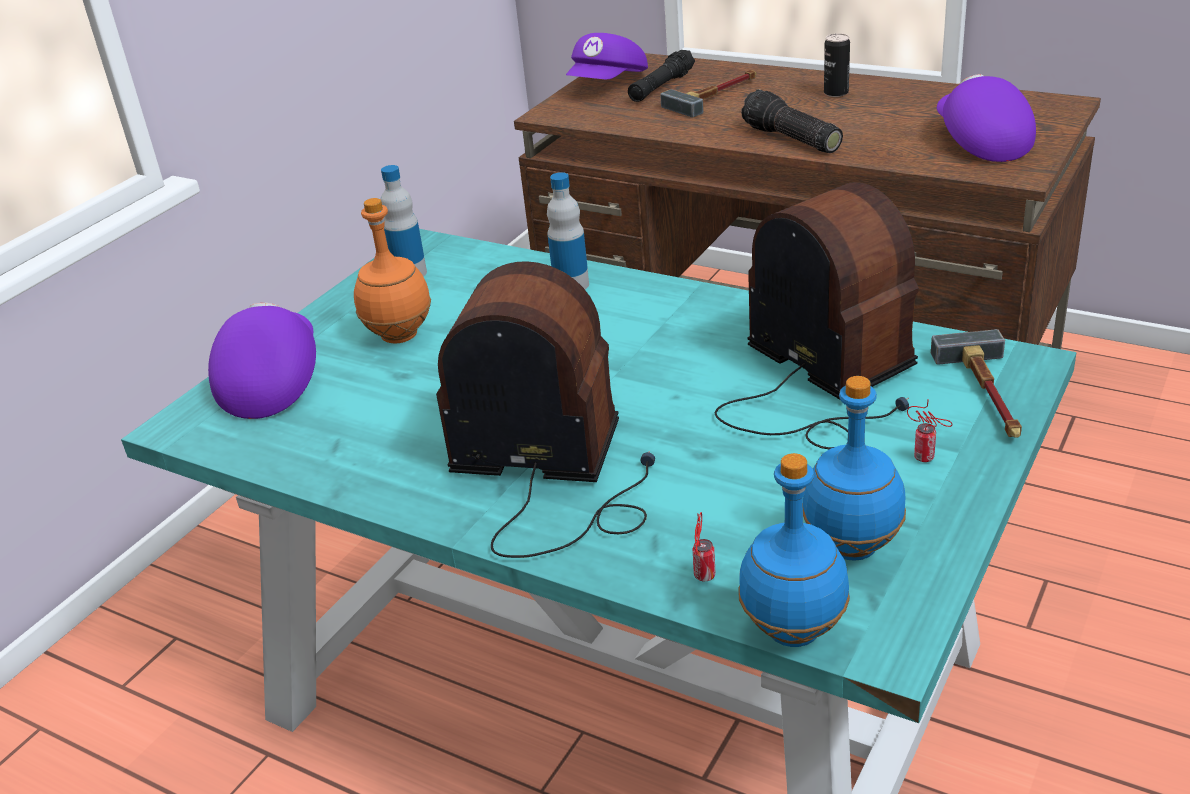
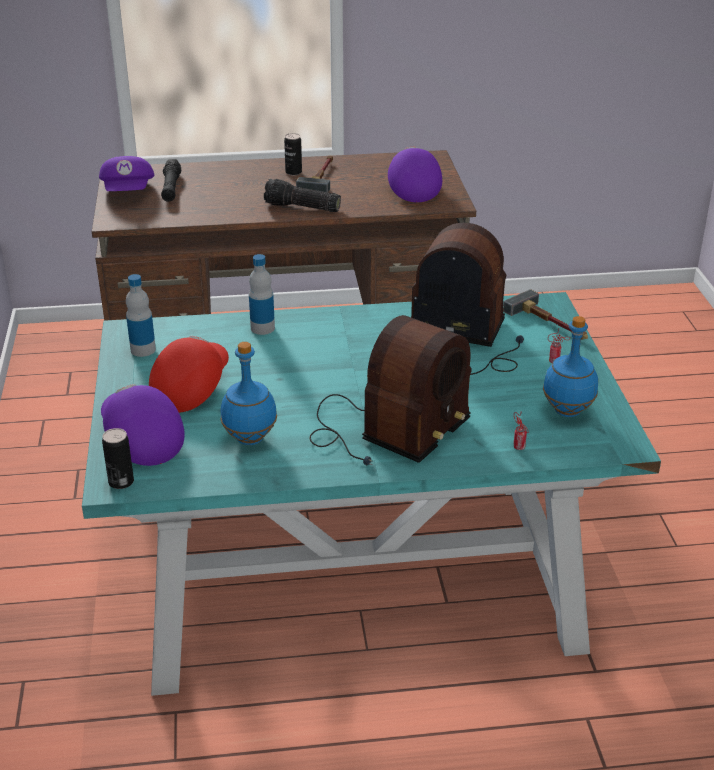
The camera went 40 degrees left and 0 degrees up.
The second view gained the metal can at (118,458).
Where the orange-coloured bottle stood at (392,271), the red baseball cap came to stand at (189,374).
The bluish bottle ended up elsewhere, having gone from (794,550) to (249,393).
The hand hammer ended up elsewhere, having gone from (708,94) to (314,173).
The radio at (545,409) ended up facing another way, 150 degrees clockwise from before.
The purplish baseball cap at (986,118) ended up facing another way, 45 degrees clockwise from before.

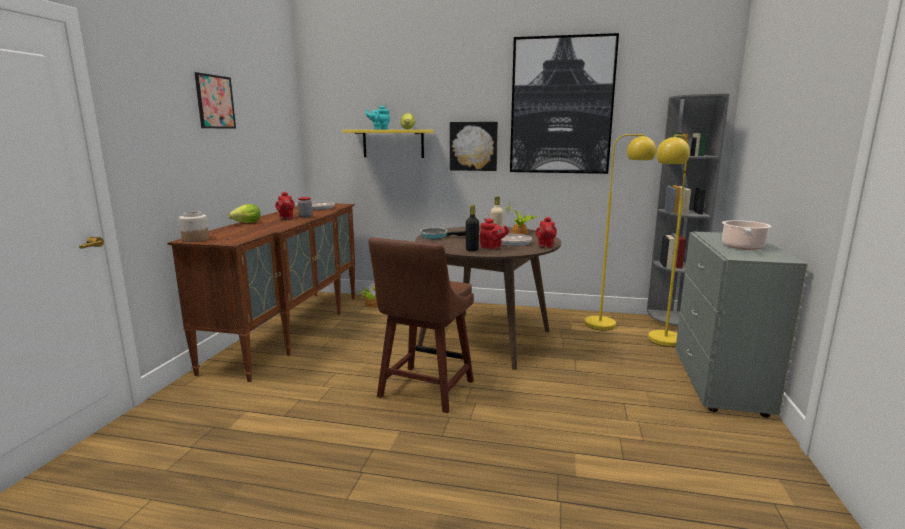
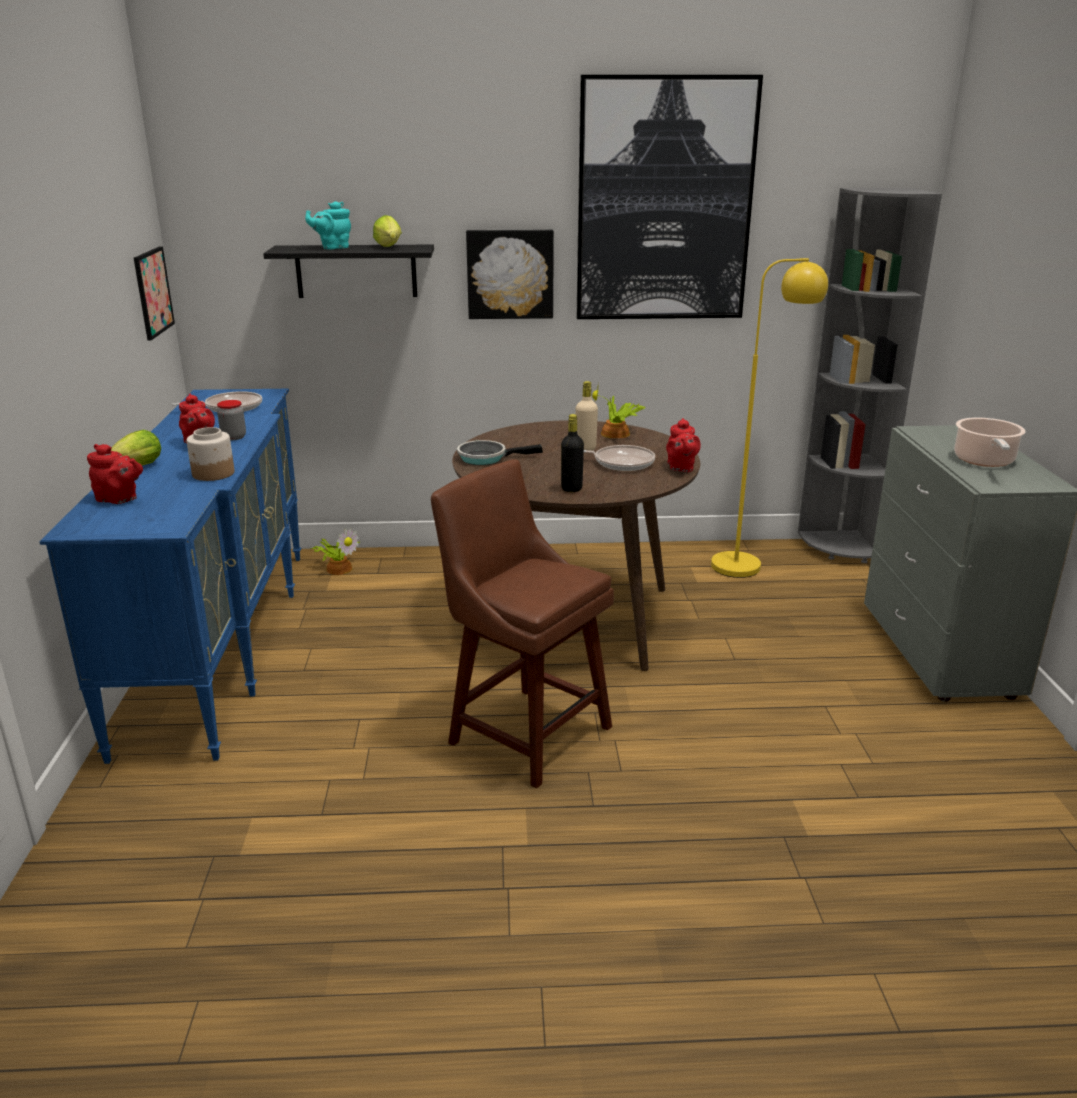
The camera went 15 degrees left and 10 degrees up.
What was the brown-coloured cupboard at (261,293) turned into the bluish cupboard at (170,576).
The red teapot ended up elsewhere, having gone from (494,233) to (115,474).
The wall art ended up elsewhere, having gone from (215,100) to (154,293).
The storage jar ended up elsewhere, having gone from (194,226) to (210,454).
What was the yellow shelf at (388,144) turned into the blackish shelf at (348,271).
The brown-coloured upright chair at (421,325) ended up facing another way, 120 degrees clockwise from before.
The second view lost the yellow standard lamp at (669,240).

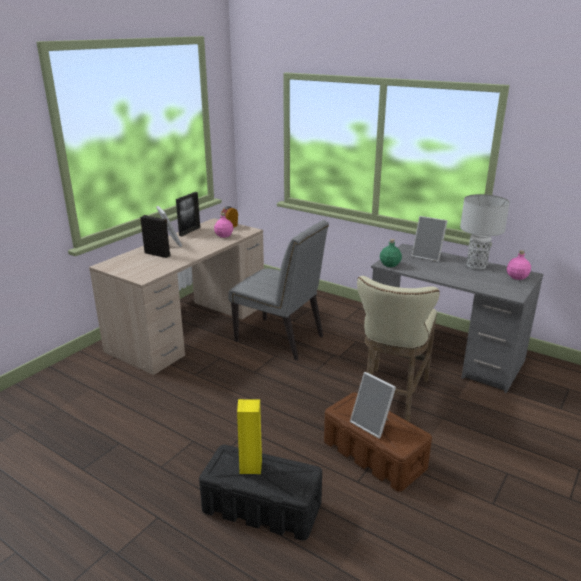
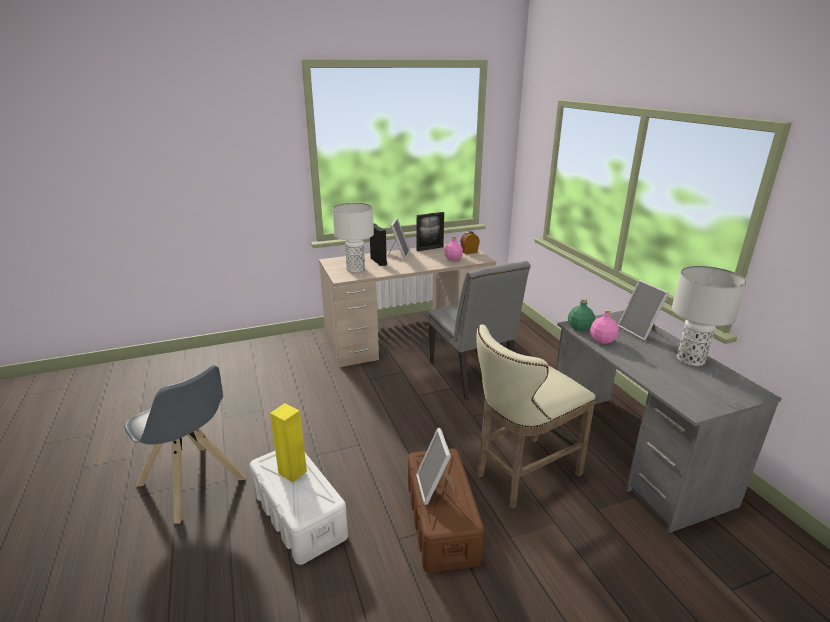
The camera went 35 degrees right and 0 degrees up.
The second view gained the grey upright chair at (185,444).
What was the blackish storage bin at (260,493) turned into the white storage bin at (299,508).
The second view gained the white tabletop lamp at (353,237).
The pink-coloured bottle ended up elsewhere, having gone from (519,265) to (604,326).

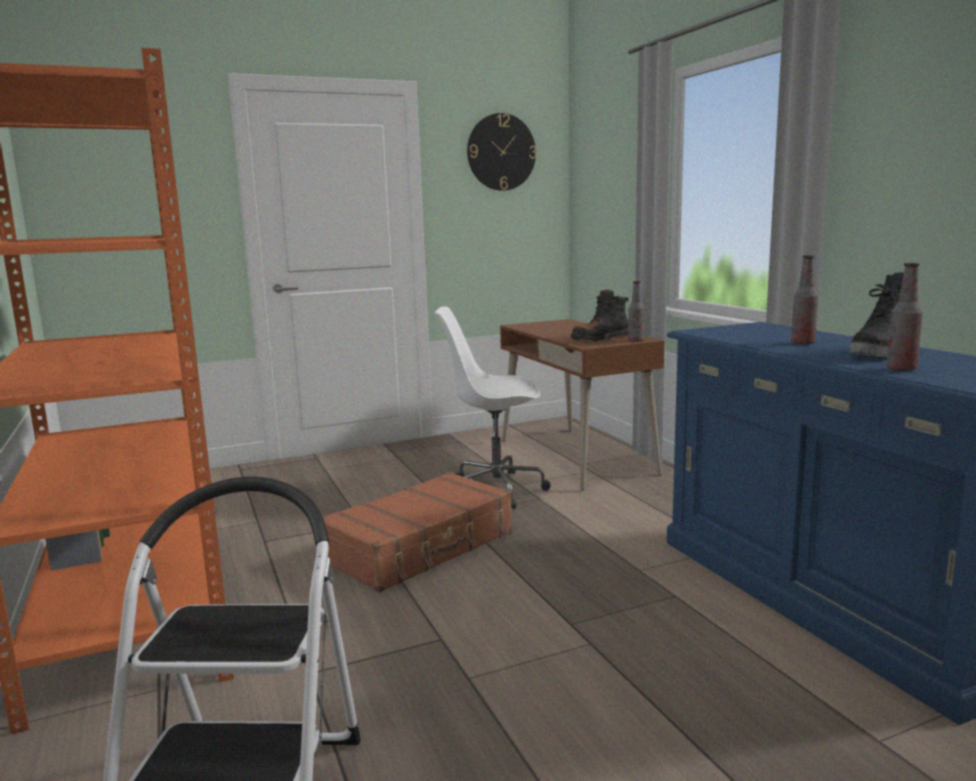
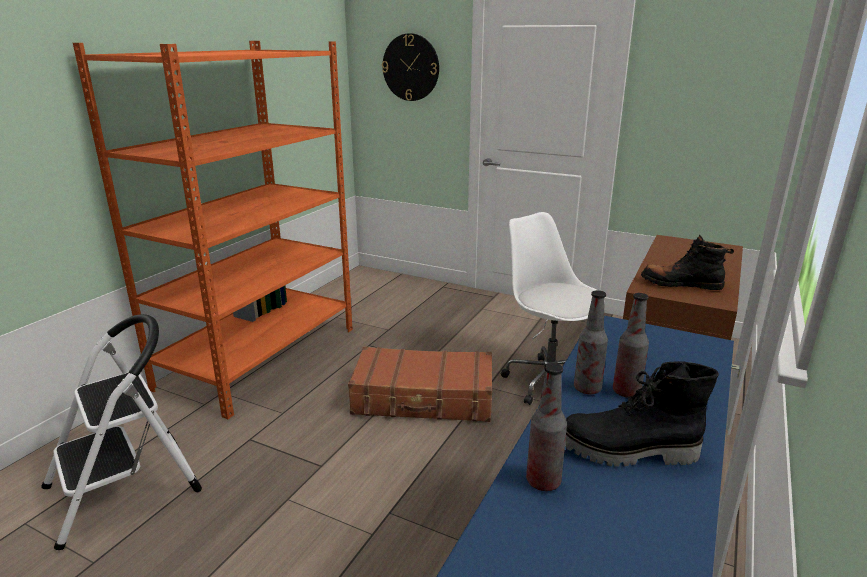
The camera went 50 degrees right and 10 degrees up.
The clock on the wall ended up elsewhere, having gone from (501,152) to (410,67).
The bottle ended up elsewhere, having gone from (636,311) to (591,342).

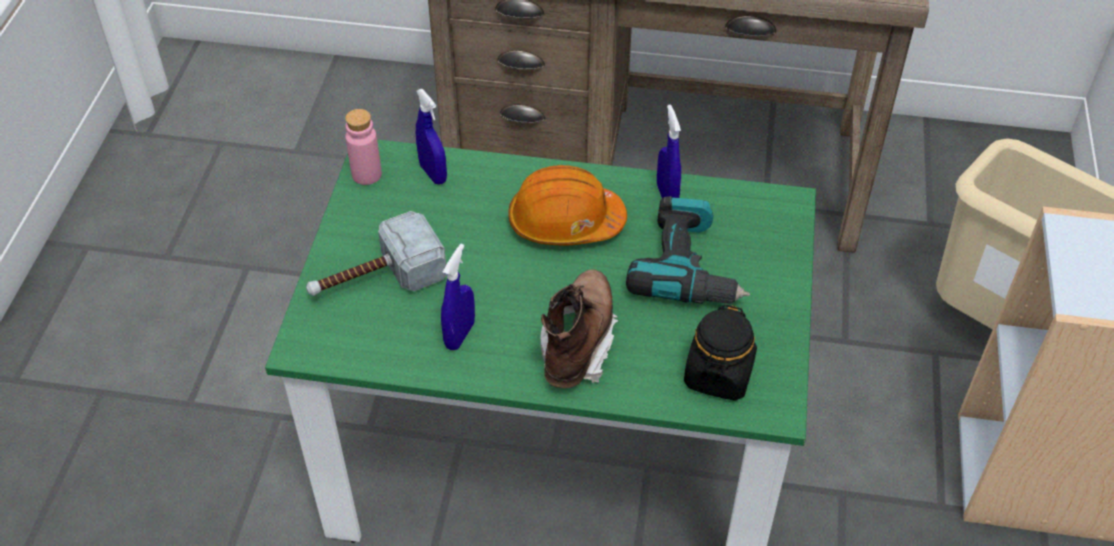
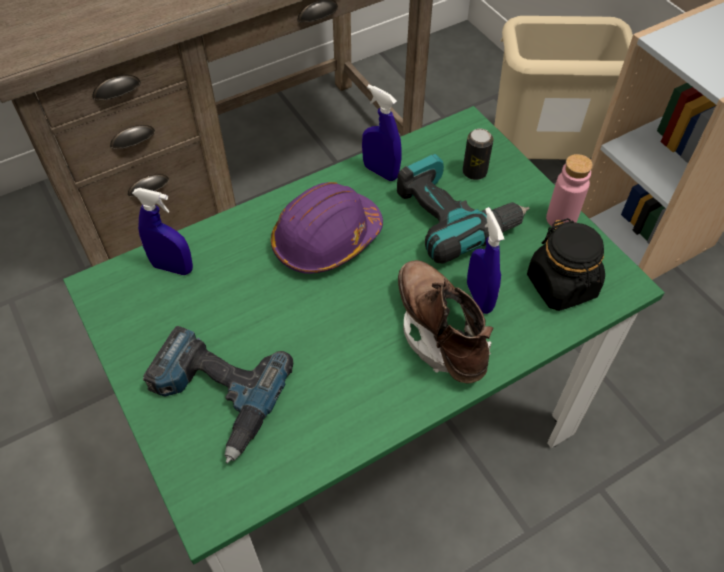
The camera went 40 degrees left and 5 degrees up.
Where the hand hammer stood at (376,253), the power drill came to stand at (218,394).
What was the orange-coloured safety helmet at (567,205) turned into the purplish safety helmet at (327,228).
The second view gained the metal can at (478,154).
The bluish hand sprayer ended up elsewhere, having gone from (458,297) to (485,260).
The pink-coloured bottle ended up elsewhere, having gone from (363,147) to (569,190).

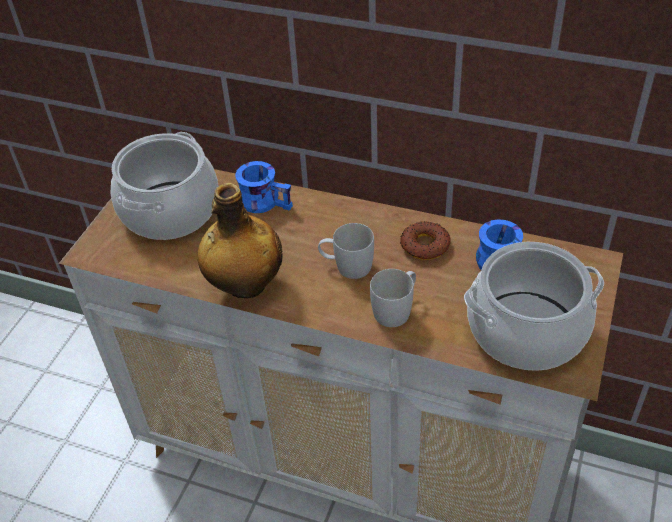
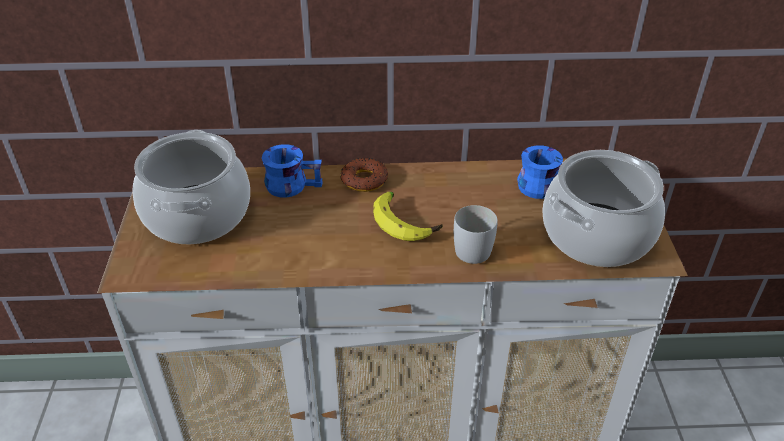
The camera went 25 degrees left and 5 degrees down.
The donut ended up elsewhere, having gone from (425,240) to (364,175).
Where the white tea mug stood at (346,251), the banana came to stand at (408,216).
The second view lost the bottle at (240,241).

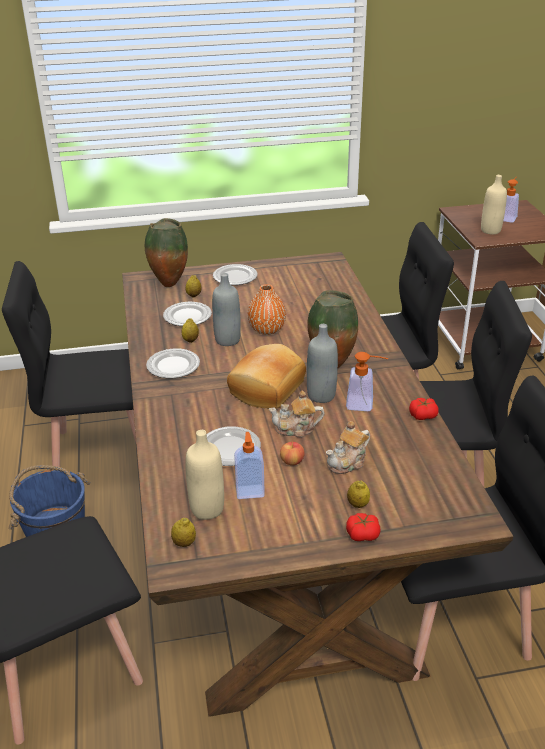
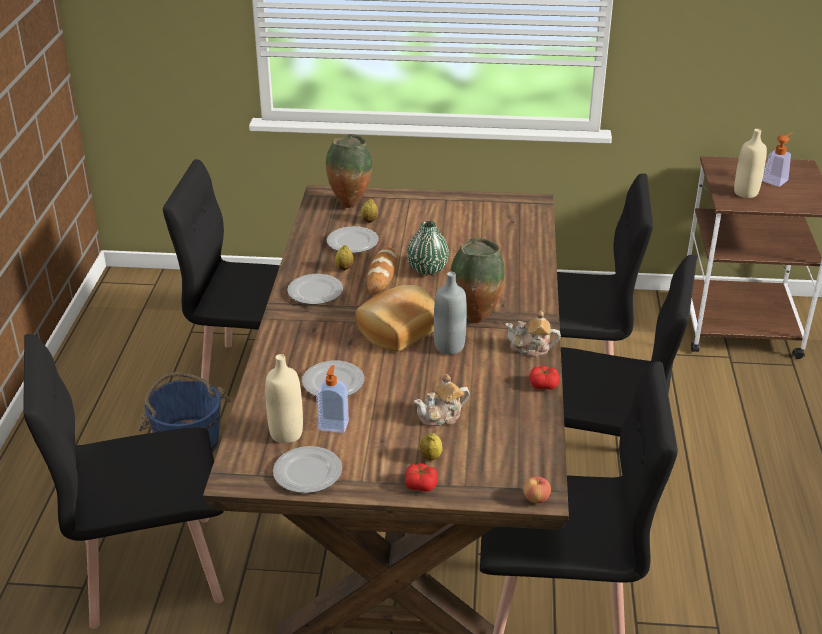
The camera went 15 degrees right and 0 degrees up.
The plate ended up elsewhere, having gone from (235,274) to (307,469).
Where the grey bottle stood at (226,309), the bread came to stand at (382,270).
What was the orange-coloured decorative vase at (267,309) turned into the green-coloured decorative vase at (428,248).
The teapot ended up elsewhere, having gone from (296,413) to (533,334).
The apple ended up elsewhere, having gone from (292,453) to (537,489).
The second view lost the citrus fruit at (183,532).
The second view lost the liquid soap bottle at (367,381).

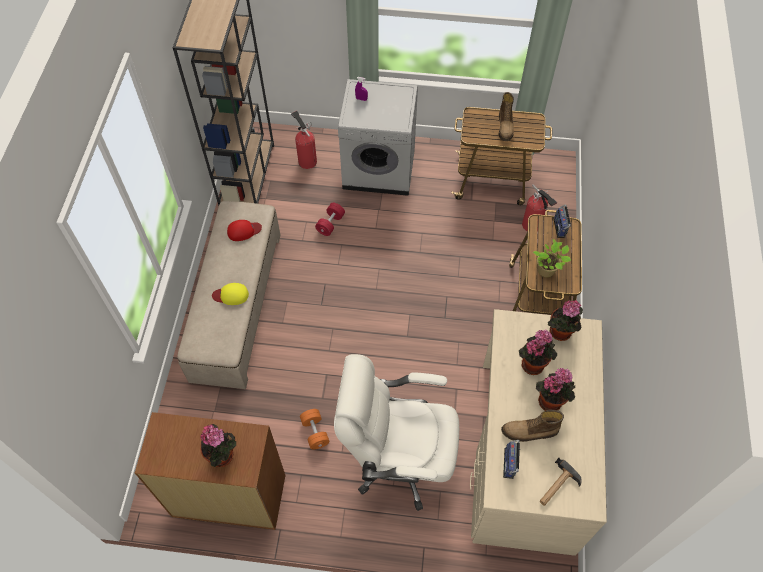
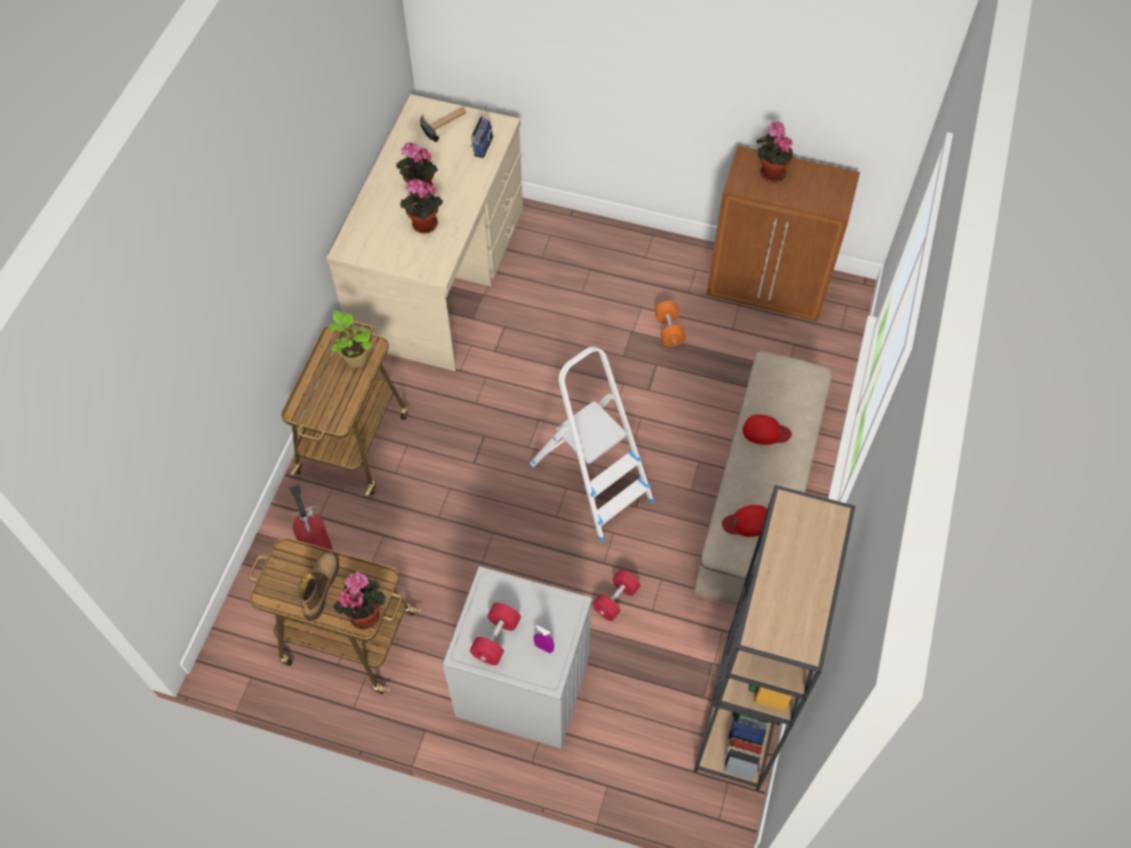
The camera went 170 degrees left and 0 degrees up.
The houseplant ended up elsewhere, having gone from (565,320) to (359,600).
The second view gained the red dumbbell at (495,634).
The second view gained the white step stool at (591,444).
What was the yellow baseball cap at (230,294) turned into the red baseball cap at (767,429).
The second view lost the fire extinguisher at (304,140).
The second view lost the white office chair at (396,432).
The second view lost the tall boot at (532,426).
The second view lost the radio at (562,221).

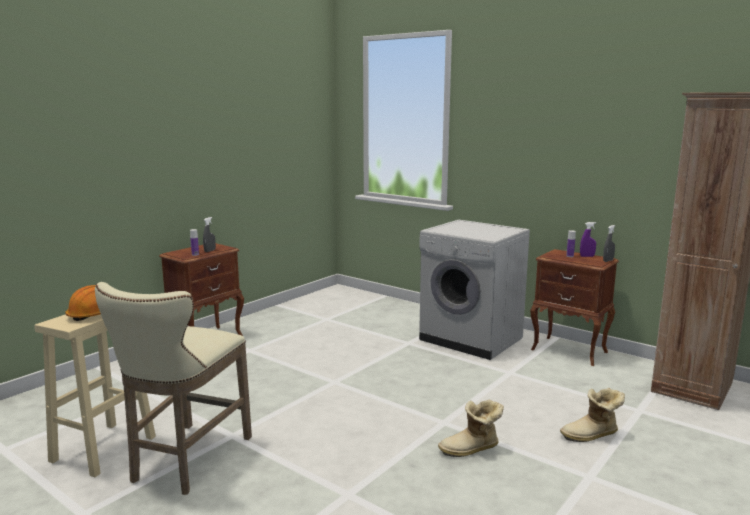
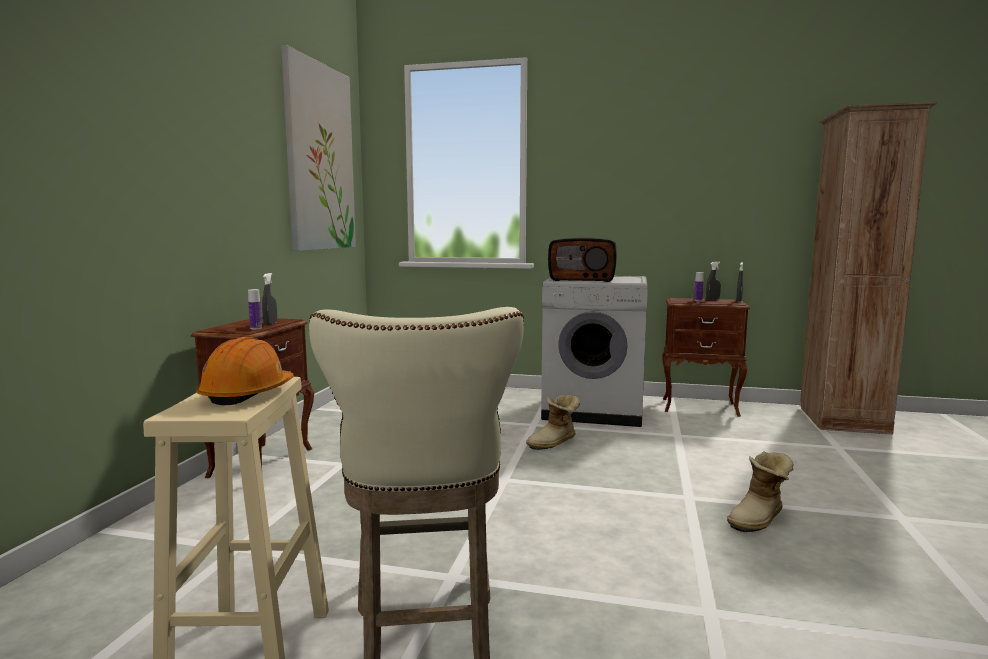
The camera went 25 degrees left and 5 degrees down.
The second view gained the wall art at (318,148).
The tall boot ended up elsewhere, having gone from (592,415) to (553,422).
The second view gained the radio at (582,259).
What was the purplish hand sprayer at (588,239) turned into the grey hand sprayer at (713,281).

